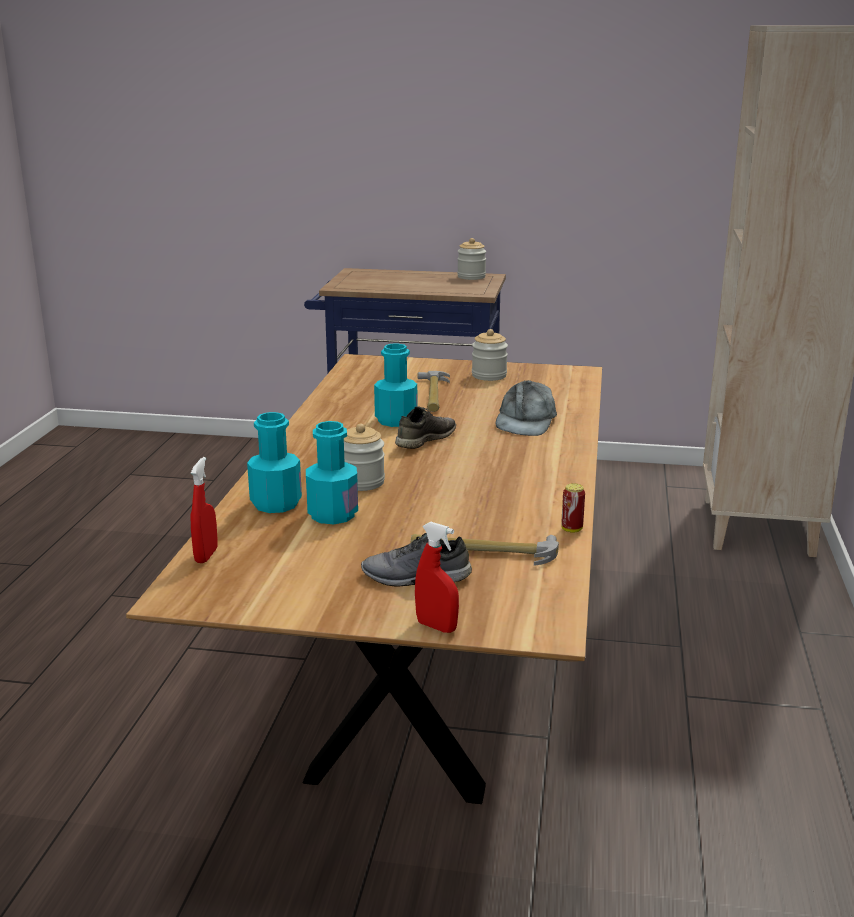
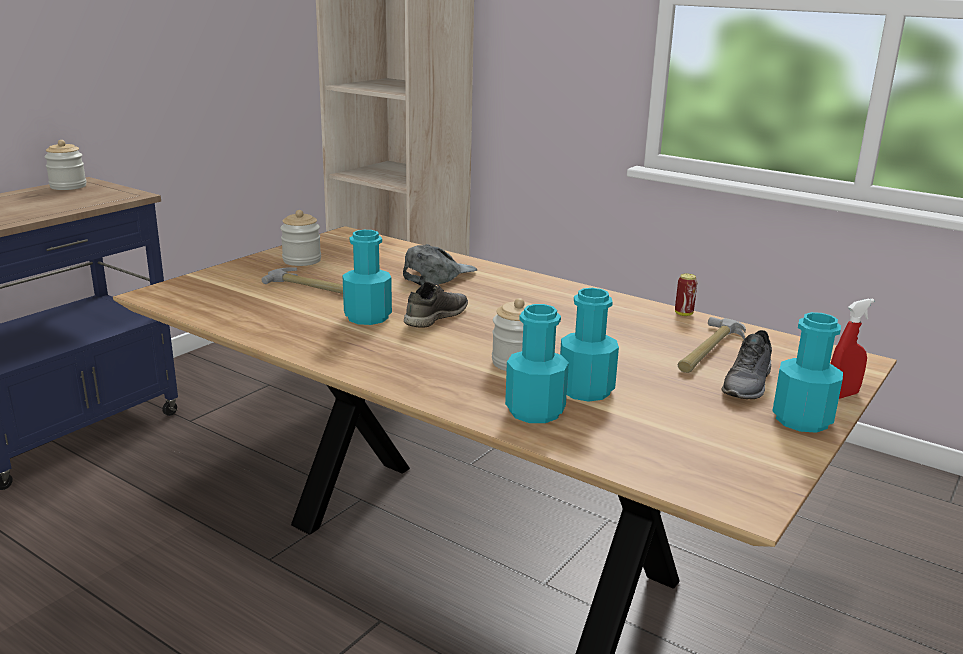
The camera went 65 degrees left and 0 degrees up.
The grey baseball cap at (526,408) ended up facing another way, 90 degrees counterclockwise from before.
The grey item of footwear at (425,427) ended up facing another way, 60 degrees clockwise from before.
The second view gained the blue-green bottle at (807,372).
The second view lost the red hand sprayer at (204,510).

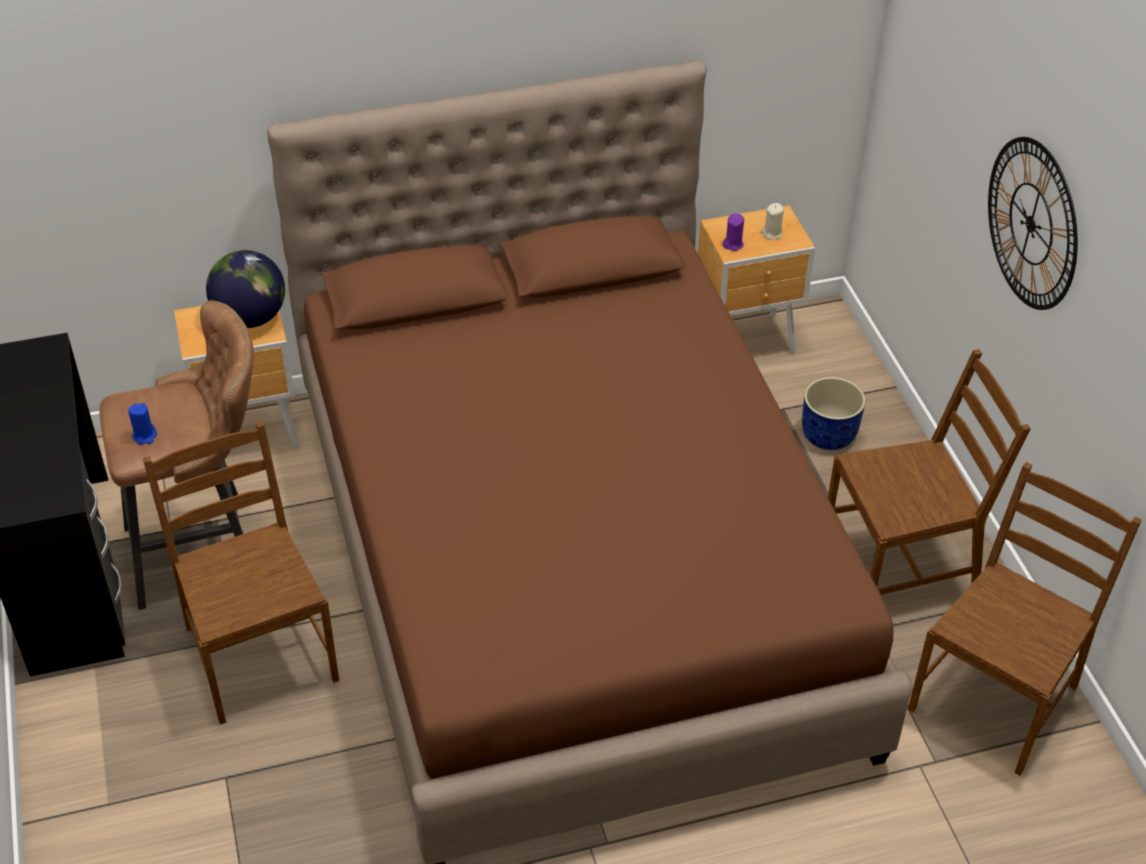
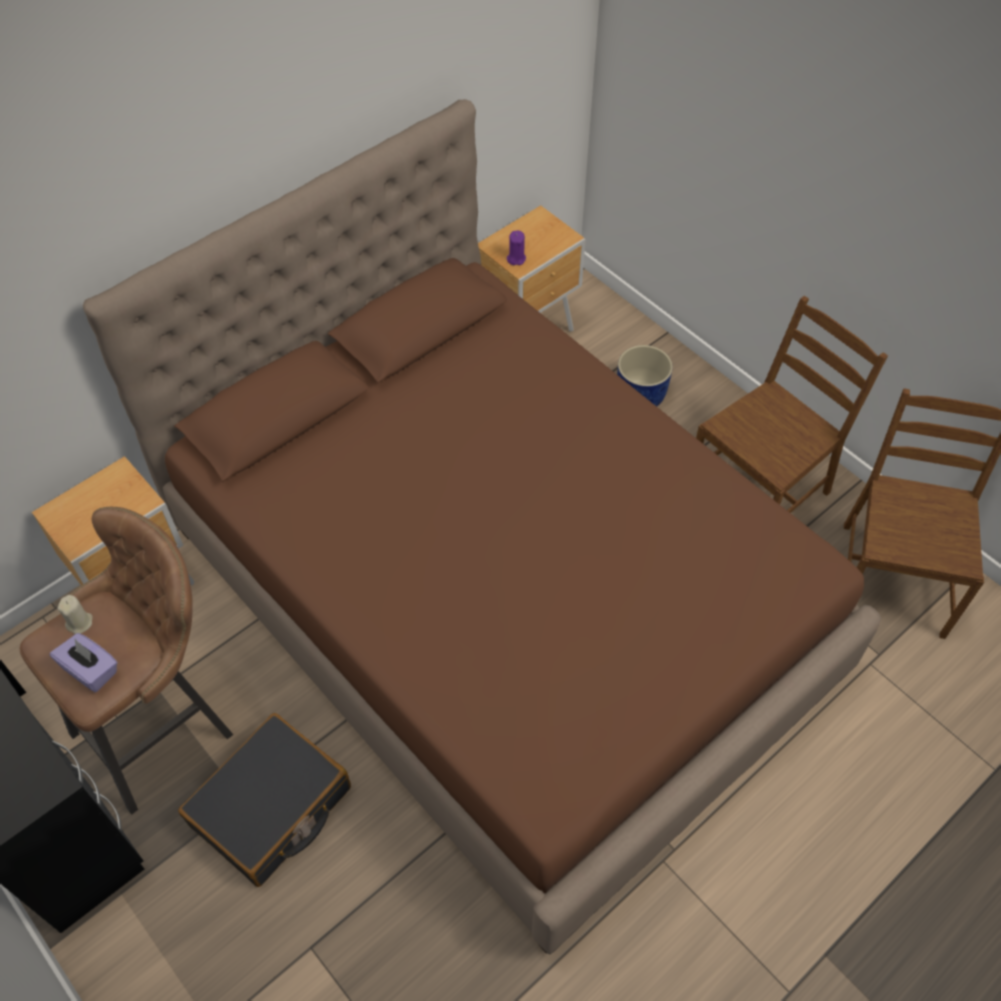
The camera went 25 degrees left and 10 degrees up.
Where the bluish candle stood at (142,424), the purplish box of tissues came to stand at (84,662).
The sand-coloured candle ended up elsewhere, having gone from (772,221) to (75,614).
Where the brown-coloured upright chair stood at (241,573), the blackish travel case came to stand at (264,800).
The second view lost the desk globe at (245,289).
The second view lost the clock on the wall at (1033,223).

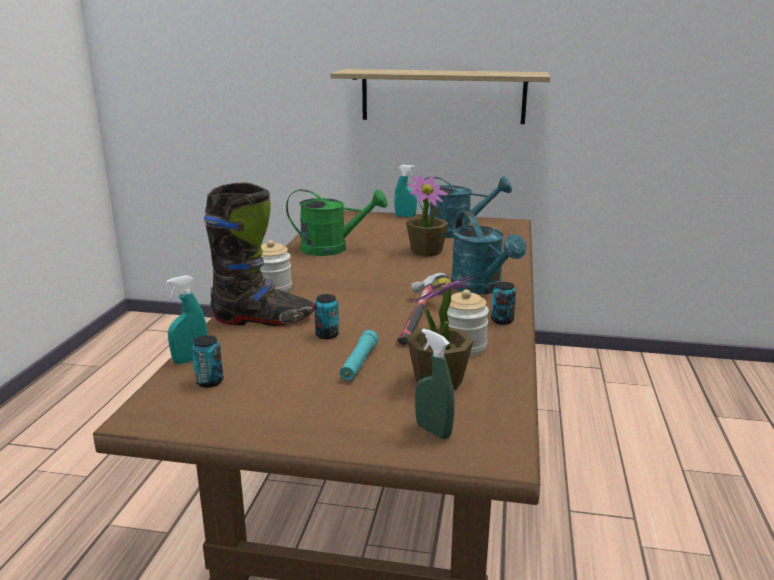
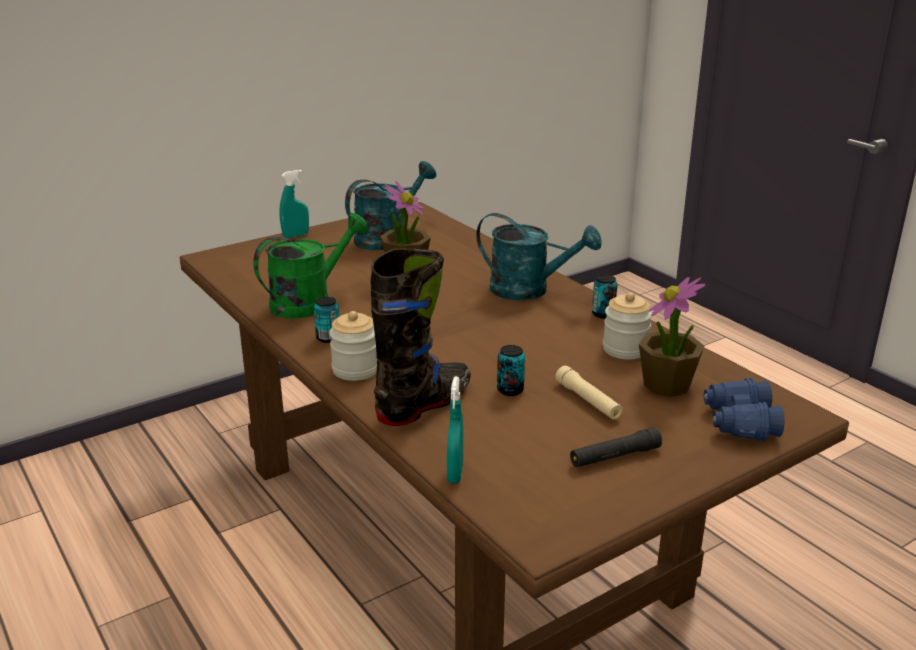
The camera went 45 degrees left and 5 degrees up.
The metal can ended up elsewhere, having gone from (207,361) to (326,320).
What was the blue-green torch at (359,355) turned into the sand-coloured torch at (589,392).
The second view gained the blackish torch at (616,447).
Where the green-coloured hand sprayer stood at (435,383), the bluish field glasses came to stand at (744,409).
The second view lost the shelf at (440,96).
The second view lost the hand hammer at (423,309).

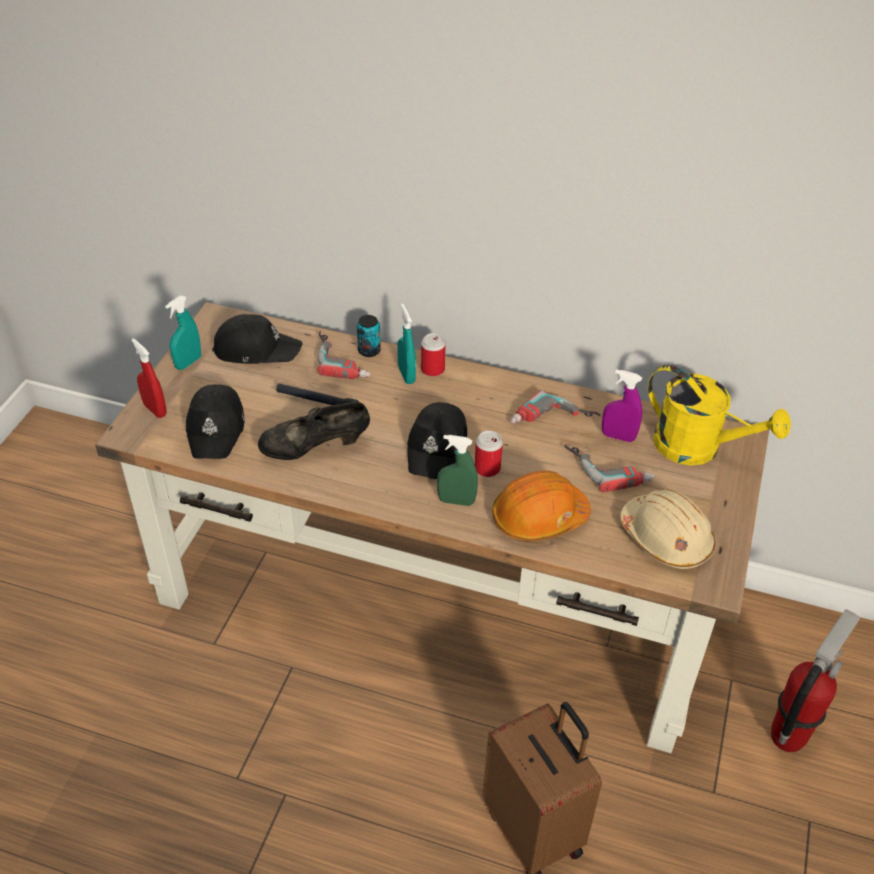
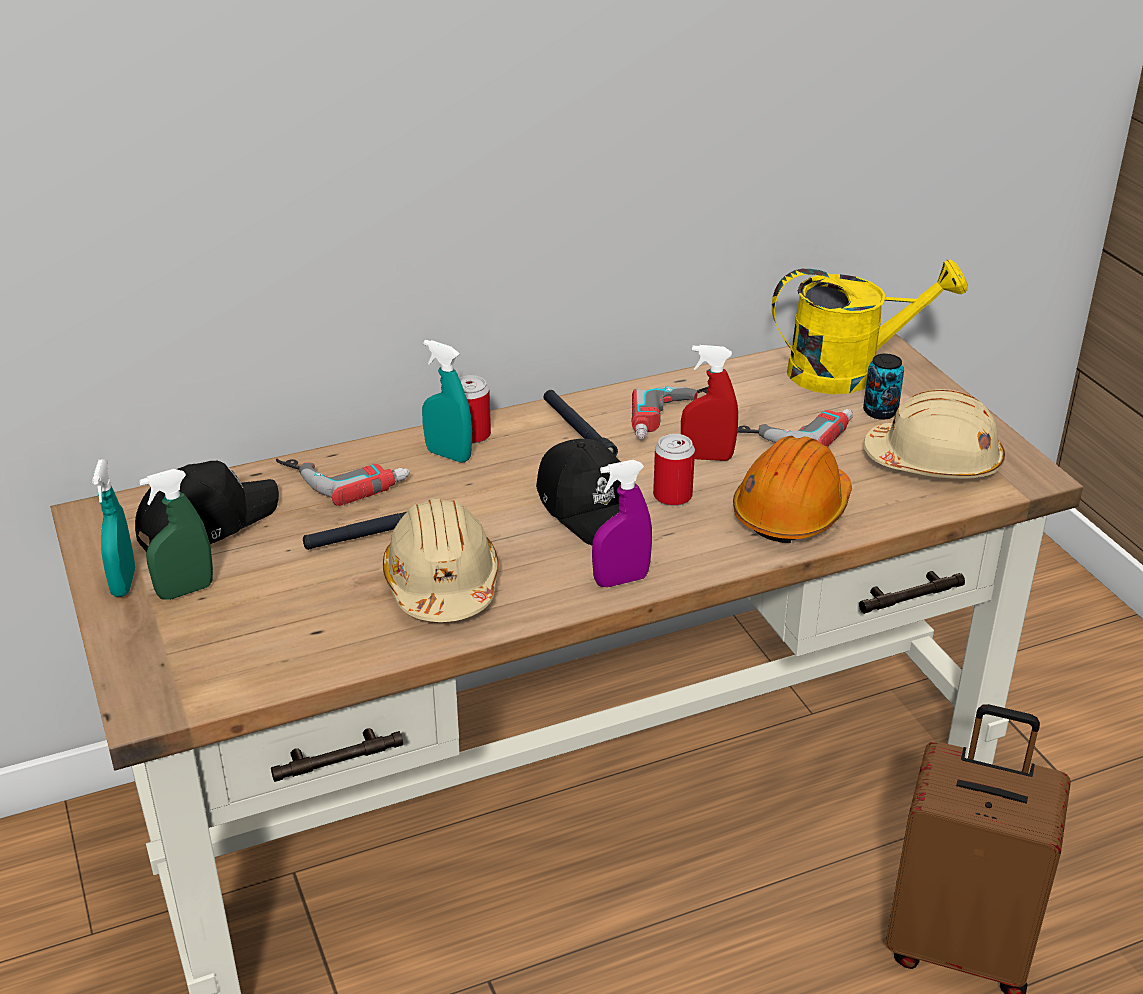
The camera went 40 degrees left and 10 degrees down.
The green-coloured hand sprayer ended up elsewhere, having gone from (457,470) to (176,534).
Where the blackish item of footwear stood at (314,431), the sand-coloured safety helmet came to stand at (441,560).
The second view gained the blackish torch at (581,423).
The purplish hand sprayer ended up elsewhere, having gone from (622,406) to (622,523).
The red hand sprayer ended up elsewhere, having gone from (149,378) to (709,403).
The metal can ended up elsewhere, having gone from (369,336) to (883,387).
The second view lost the blackish baseball cap at (215,421).
The second view lost the fire extinguisher at (815,680).

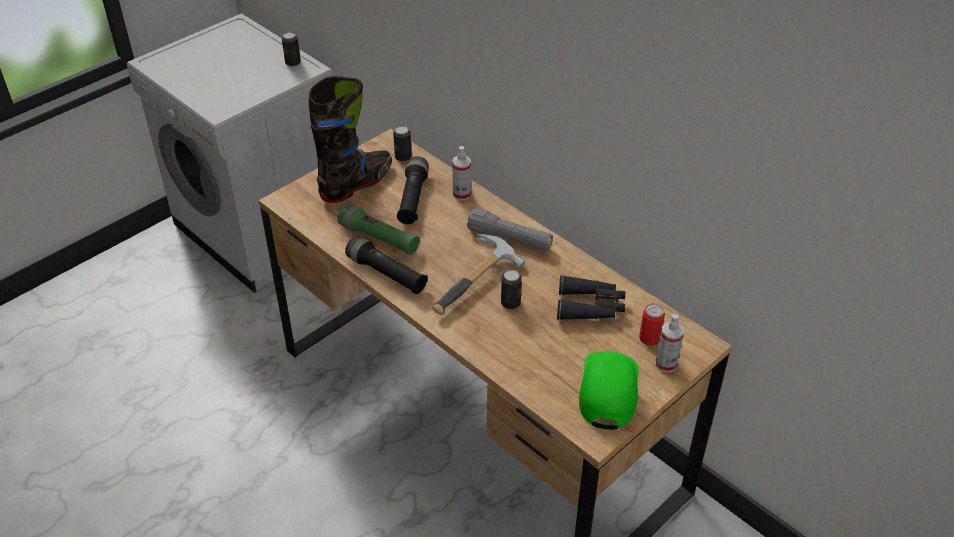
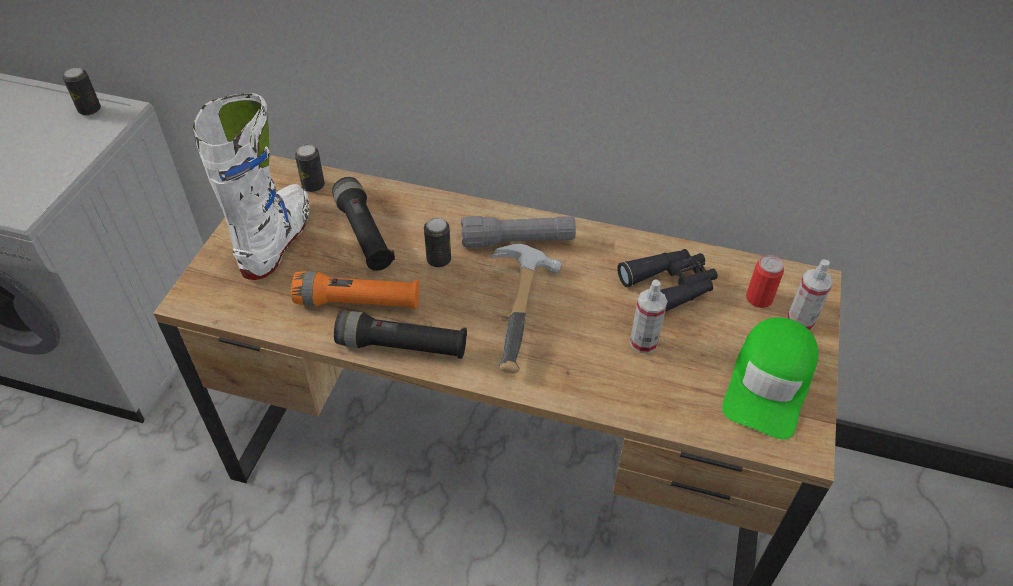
The camera went 30 degrees left and 5 degrees up.
What was the blackish tall boot at (350,139) turned into the white tall boot at (251,186).
What was the green-coloured torch at (379,229) turned into the orange-coloured torch at (355,290).
The metal can ended up elsewhere, having gone from (511,289) to (437,242).
The hand sprayer ended up elsewhere, having gone from (461,173) to (649,317).
The green-coloured baseball cap at (608,390) ended up facing another way, 135 degrees counterclockwise from before.

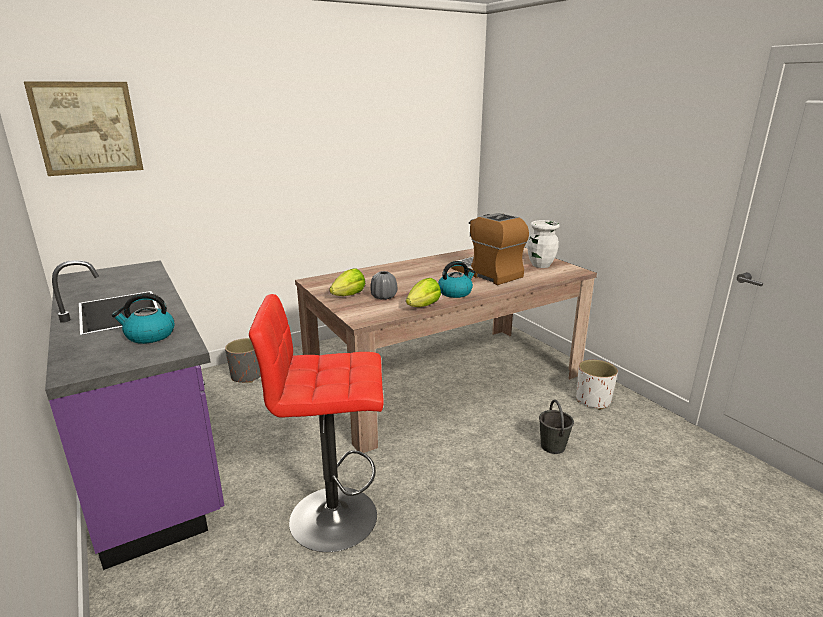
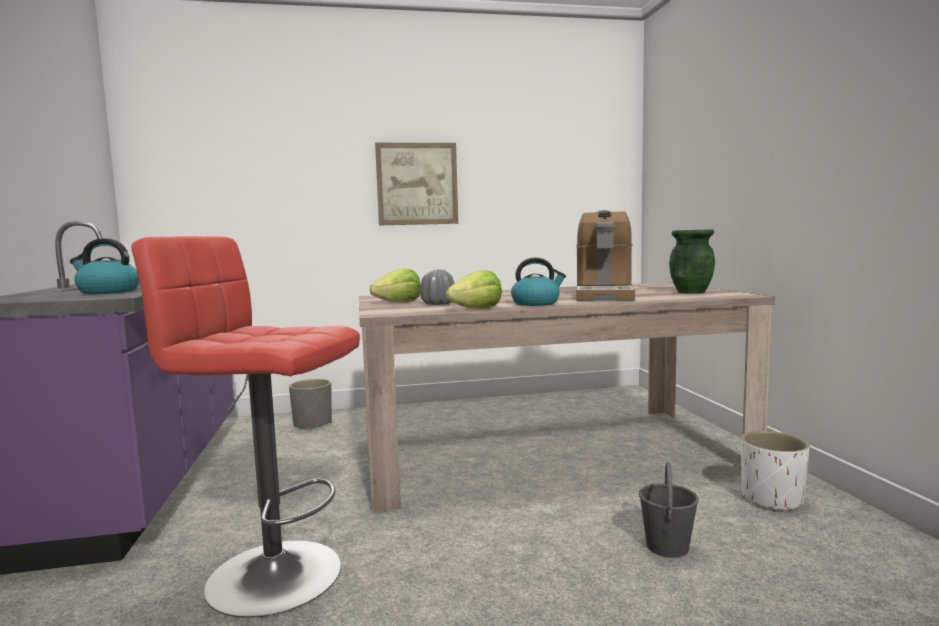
The camera went 20 degrees right and 15 degrees down.
The wall art ended up elsewhere, having gone from (84,128) to (416,184).
The coffee brewer at (490,249) ended up facing another way, 150 degrees counterclockwise from before.
What was the white decorative vase at (543,244) turned into the green-coloured decorative vase at (692,261).

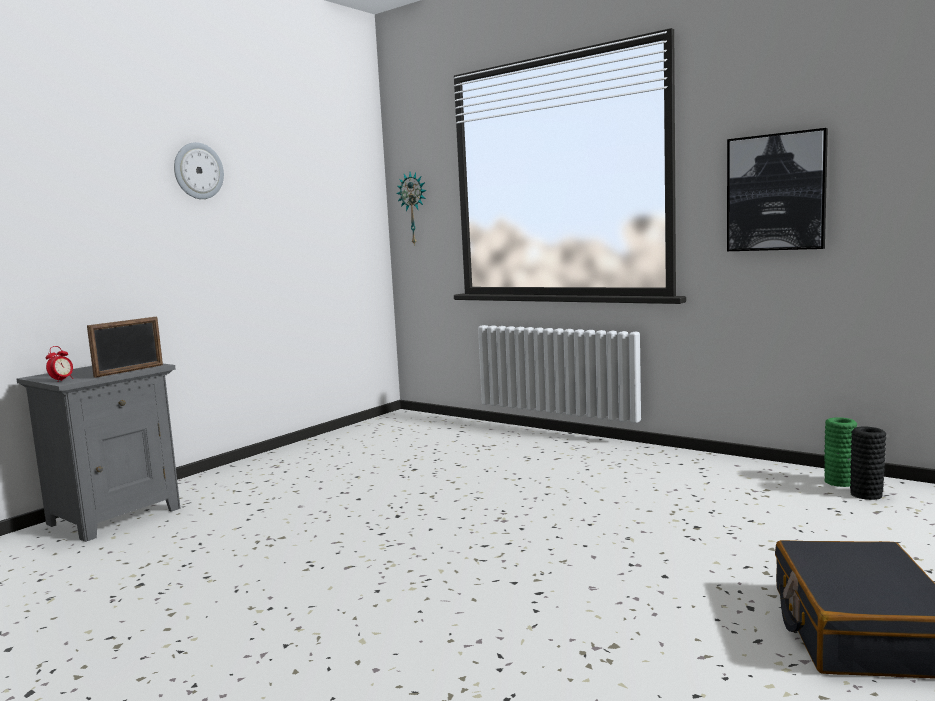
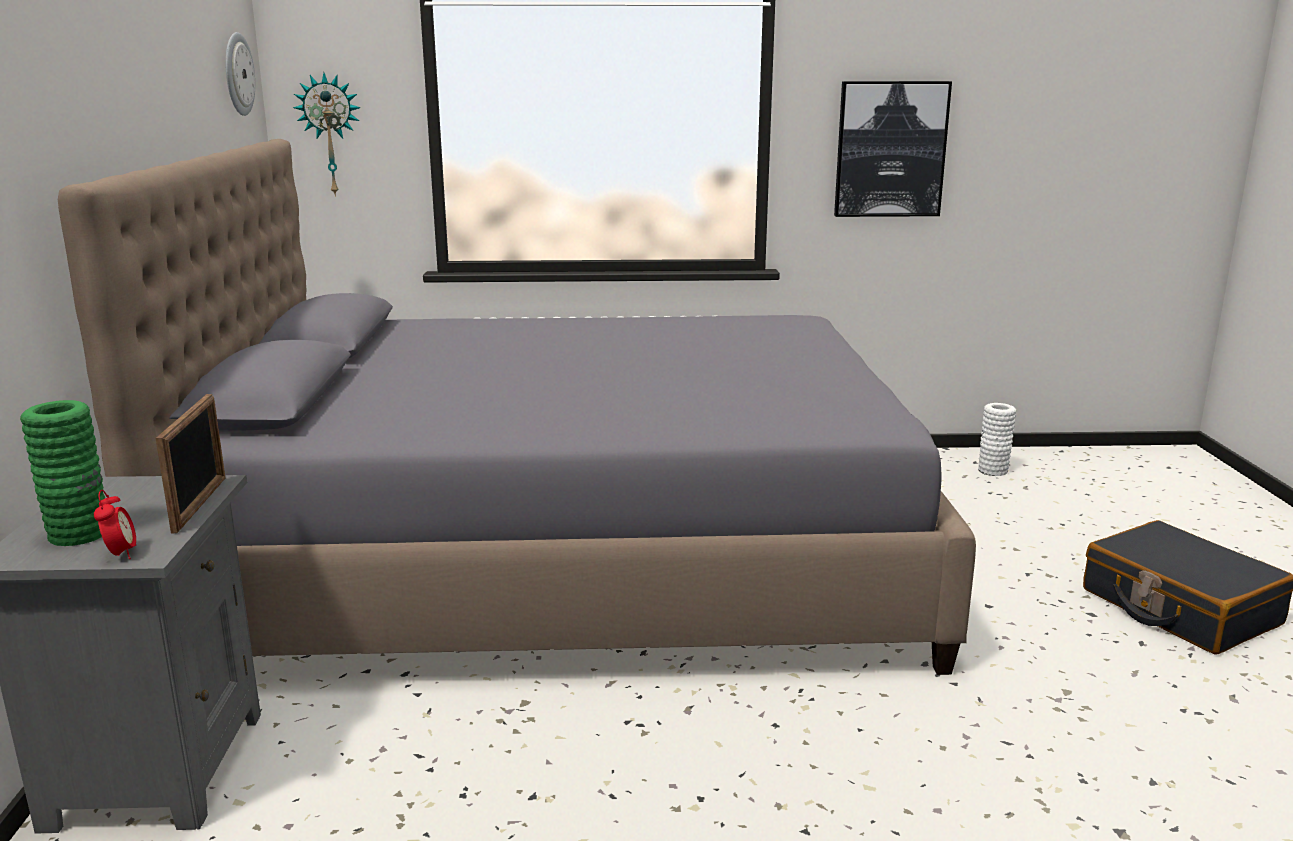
The camera went 40 degrees left and 10 degrees up.
The green-coloured decorative vase ended up elsewhere, having gone from (840,452) to (62,473).
The second view gained the grey sleeping bed at (517,407).
The clock on the wall ended up elsewhere, having gone from (199,170) to (240,74).
What was the blackish decorative vase at (868,463) turned into the white decorative vase at (997,439).

